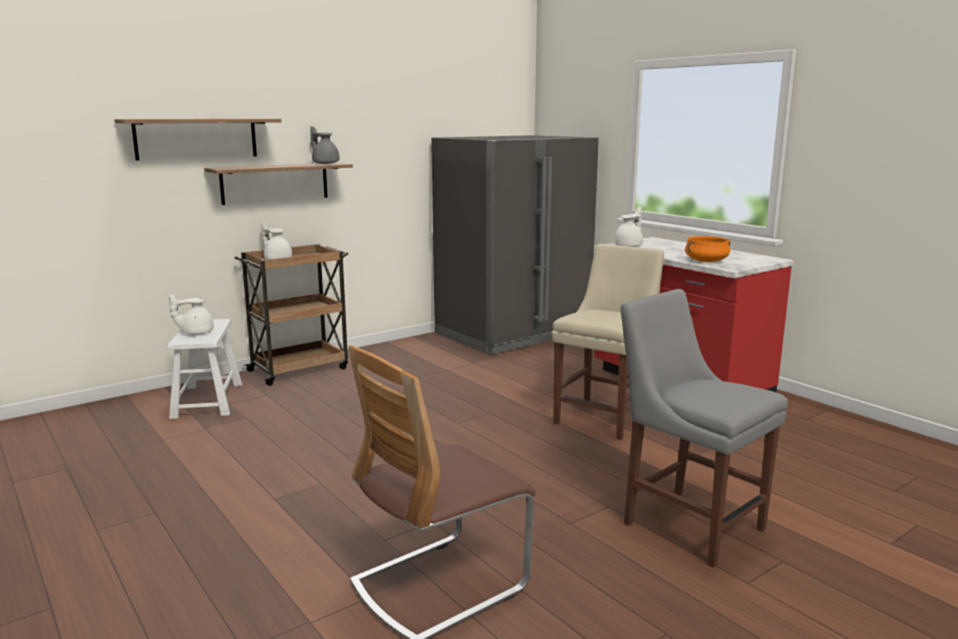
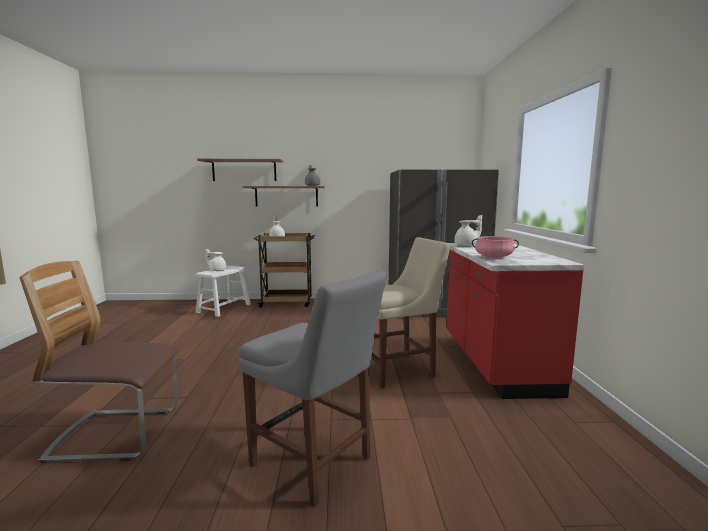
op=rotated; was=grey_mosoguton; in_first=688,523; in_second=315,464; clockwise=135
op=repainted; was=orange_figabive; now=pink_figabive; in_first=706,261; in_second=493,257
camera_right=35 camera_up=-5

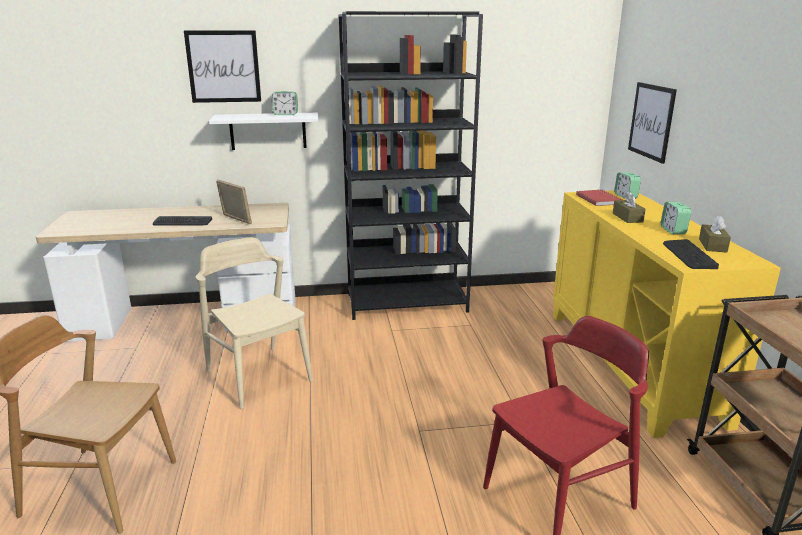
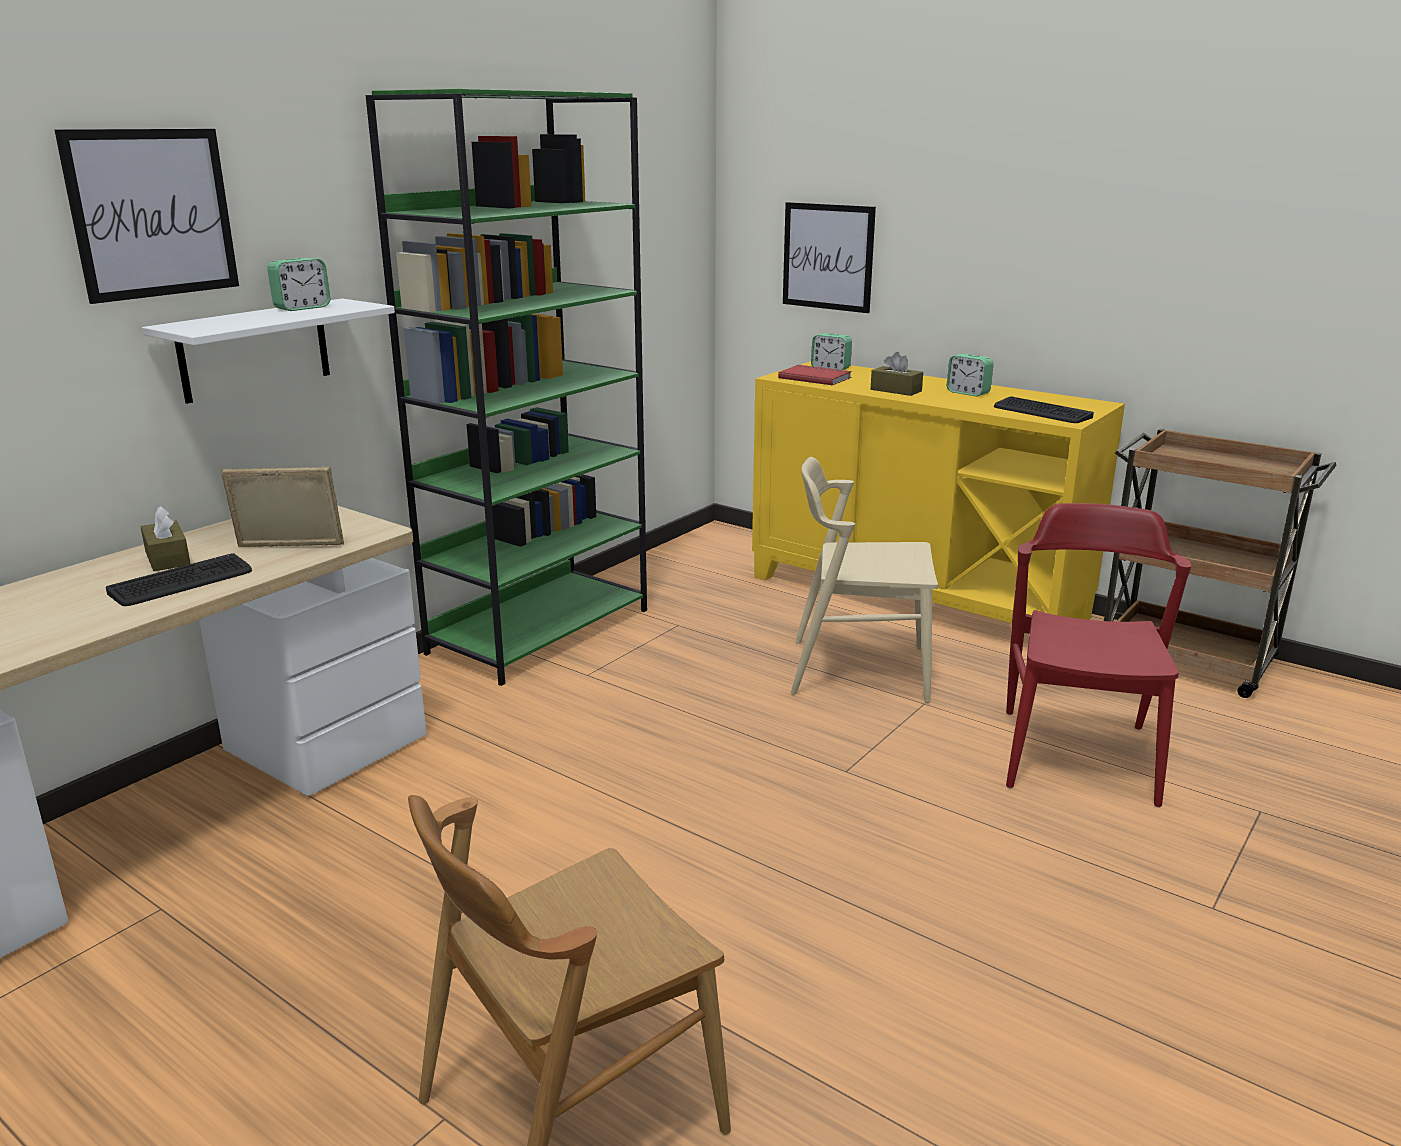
op=shifted; was=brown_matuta; in_first=712,245; in_second=167,558
op=repainted; was=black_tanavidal; now=green_tanavidal; in_first=407,303; in_second=540,631
op=shifted; was=beige_mosoguton; in_first=259,376; in_second=858,670
camera_right=-45 camera_up=0

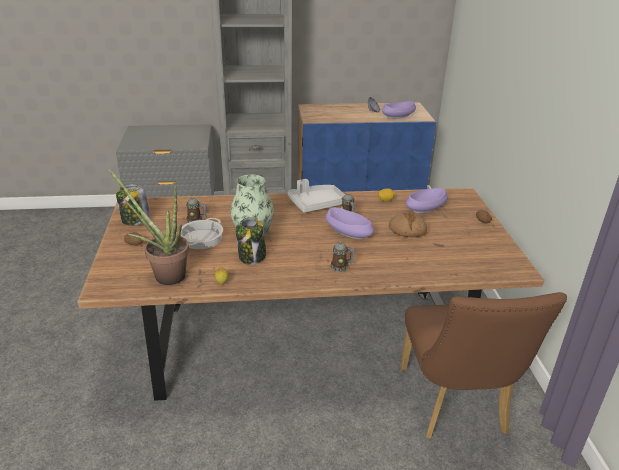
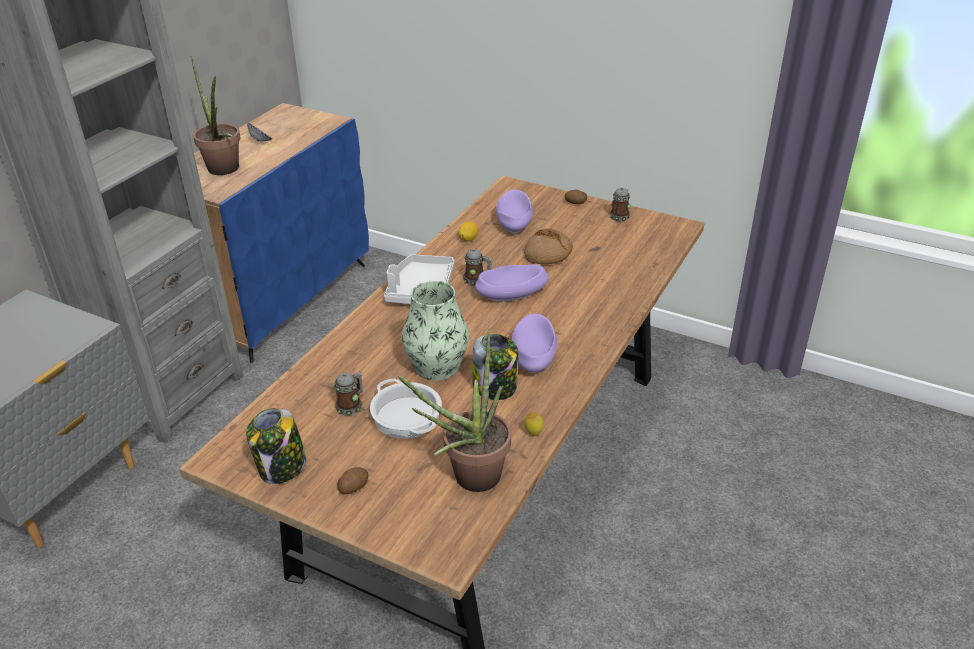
op=new; now=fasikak; in_second=225,171
op=shifted; was=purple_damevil; in_first=398,116; in_second=534,356
op=shifted; was=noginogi; in_first=341,267; in_second=620,215
op=gone; was=brown_mosoguton; in_first=455,406
camera_right=-55 camera_up=5

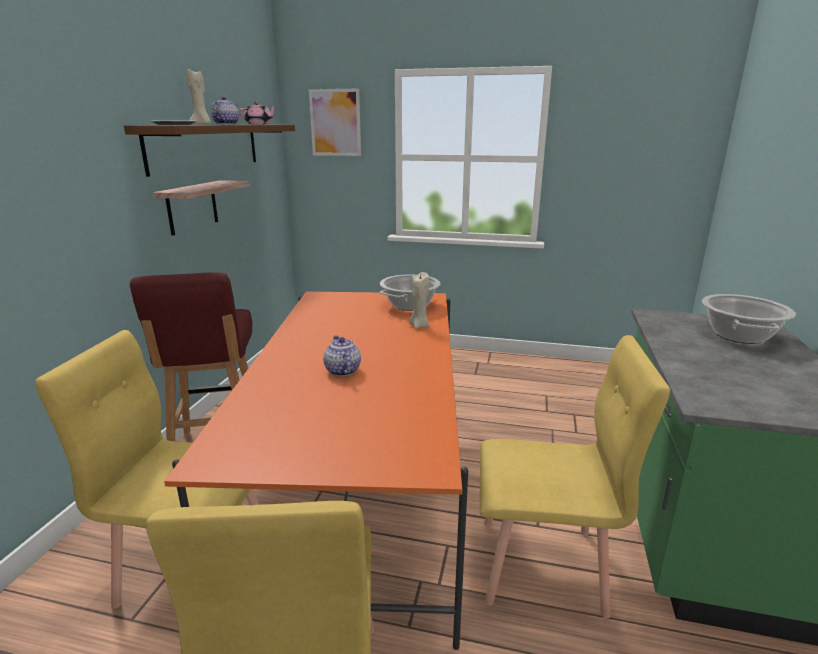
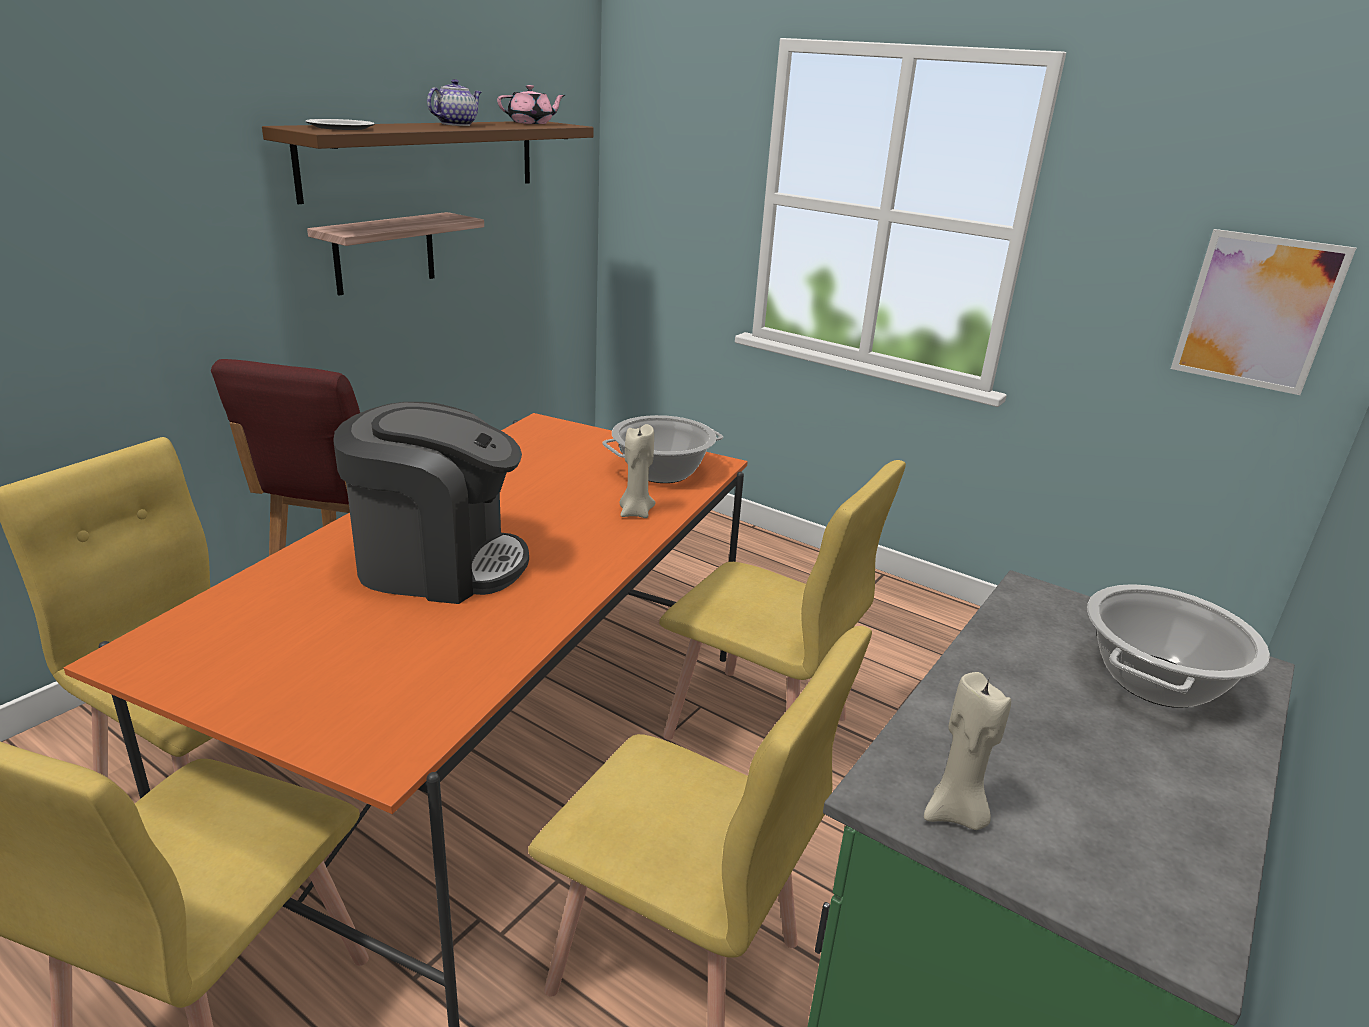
op=swapped; was=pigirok; now=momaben; in_first=342,370; in_second=438,563
op=new; now=yellow_mosoguton; in_second=757,728
op=shifted; was=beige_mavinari; in_first=202,124; in_second=956,814
op=shifted; was=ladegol; in_first=335,123; in_second=1257,311
camera_right=20 camera_up=5

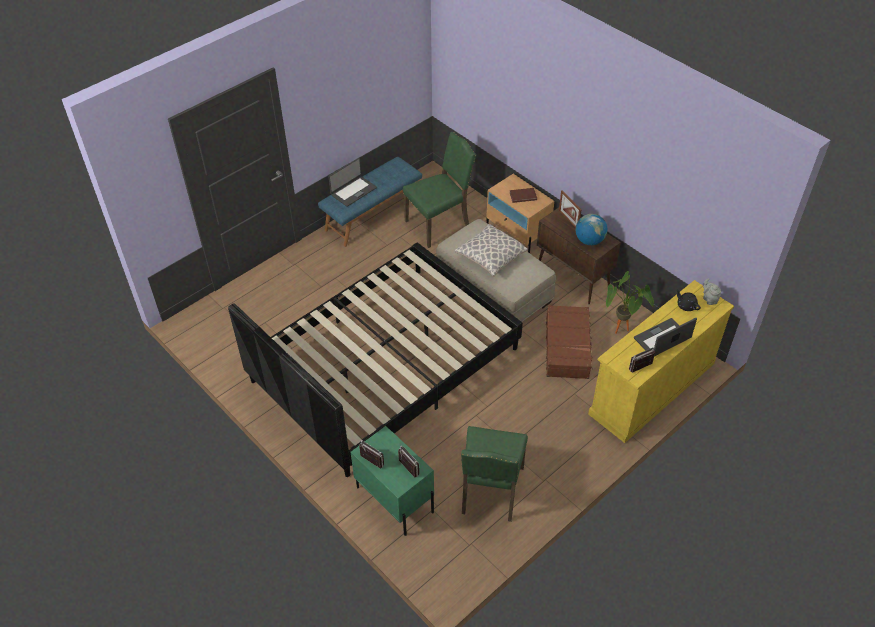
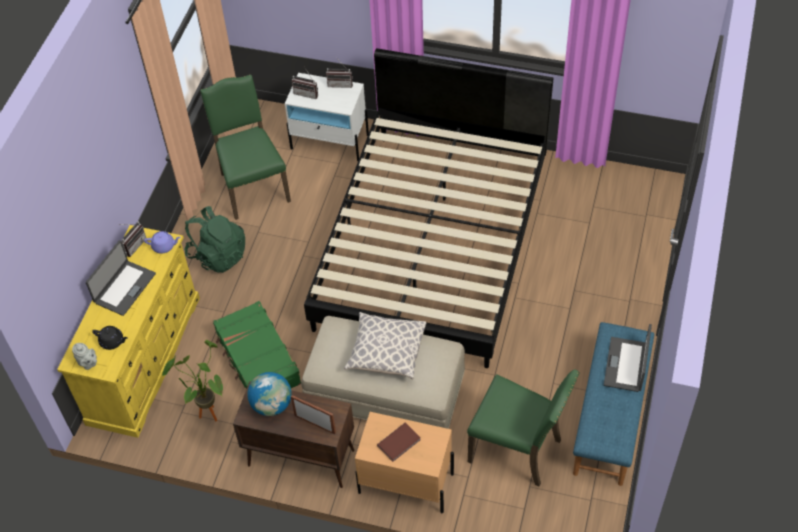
op=new; now=purple_pigirok; in_second=164,246
op=new; now=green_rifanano; in_second=218,255
op=repainted; was=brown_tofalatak; now=green_tofalatak; in_first=567,347; in_second=257,360
op=repainted; was=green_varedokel; now=white_varedokel; in_first=394,499; in_second=330,142
op=rotated; was=green_mosoguton; in_first=439,224; in_second=517,449; clockwise=-90
camera_right=150 camera_up=5

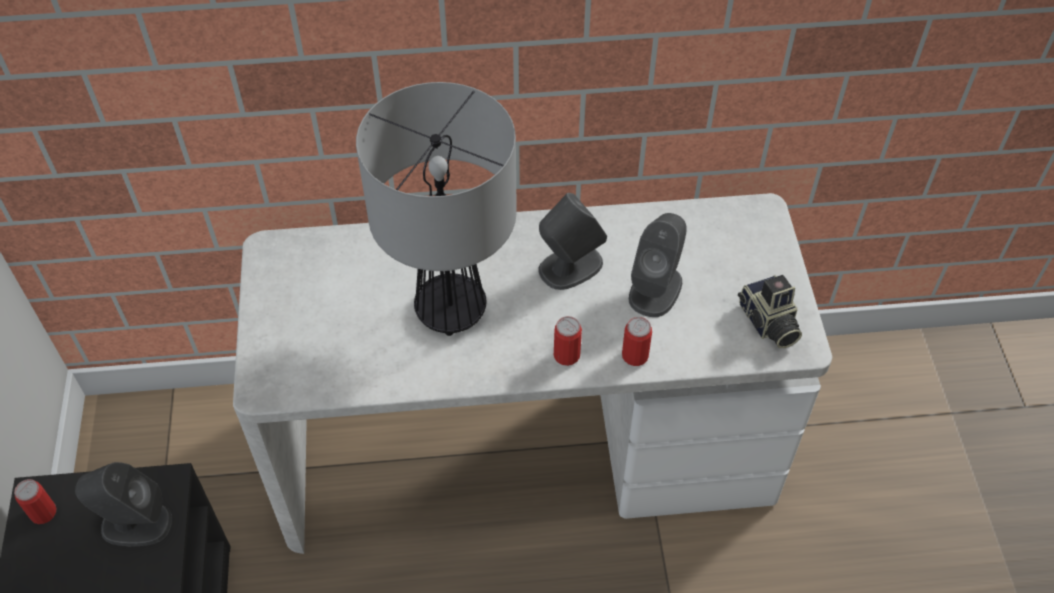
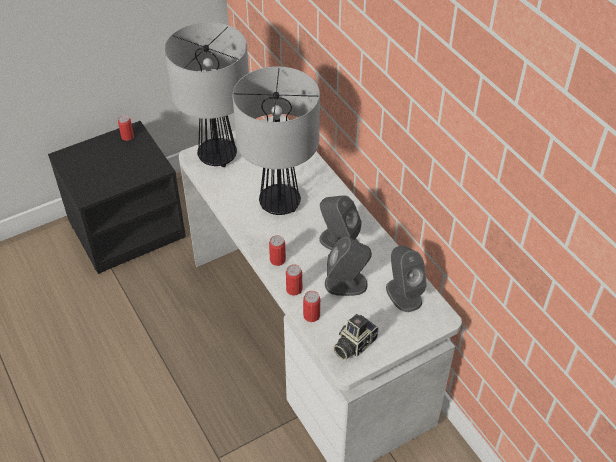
op=new; now=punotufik; in_second=217,156
op=new; now=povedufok; in_second=311,315
op=shifted; was=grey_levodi; in_first=135,523; in_second=403,294
camera_right=65 camera_up=-5

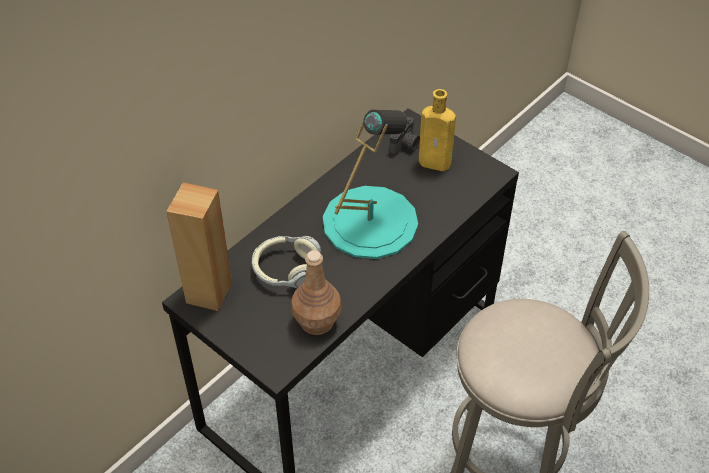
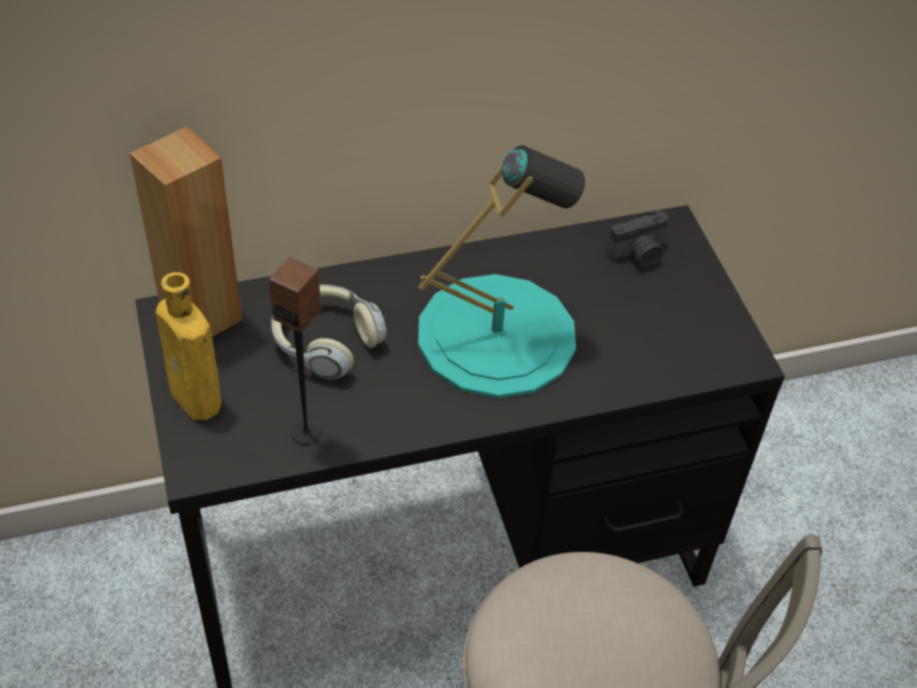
op=shifted; was=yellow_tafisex; in_first=437,163; in_second=198,401
op=swapped; was=brown_tafisex; now=levodi; in_first=317,321; in_second=306,432
camera_right=30 camera_up=0

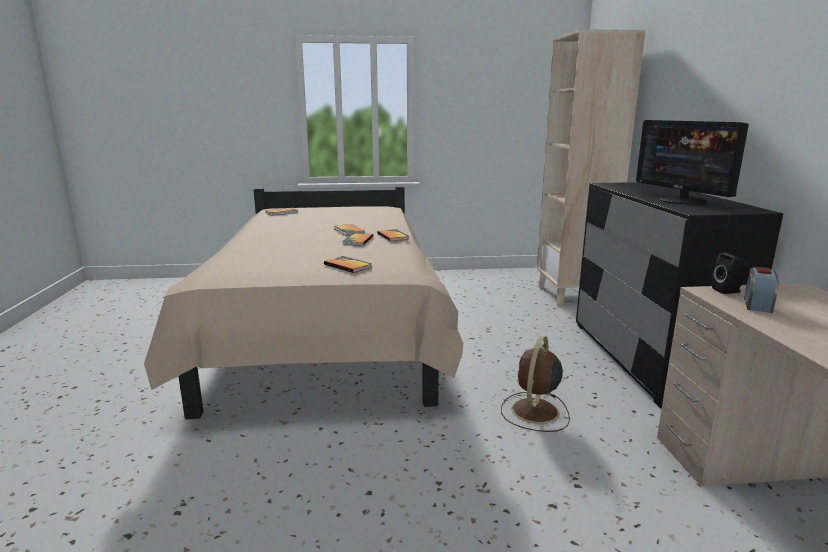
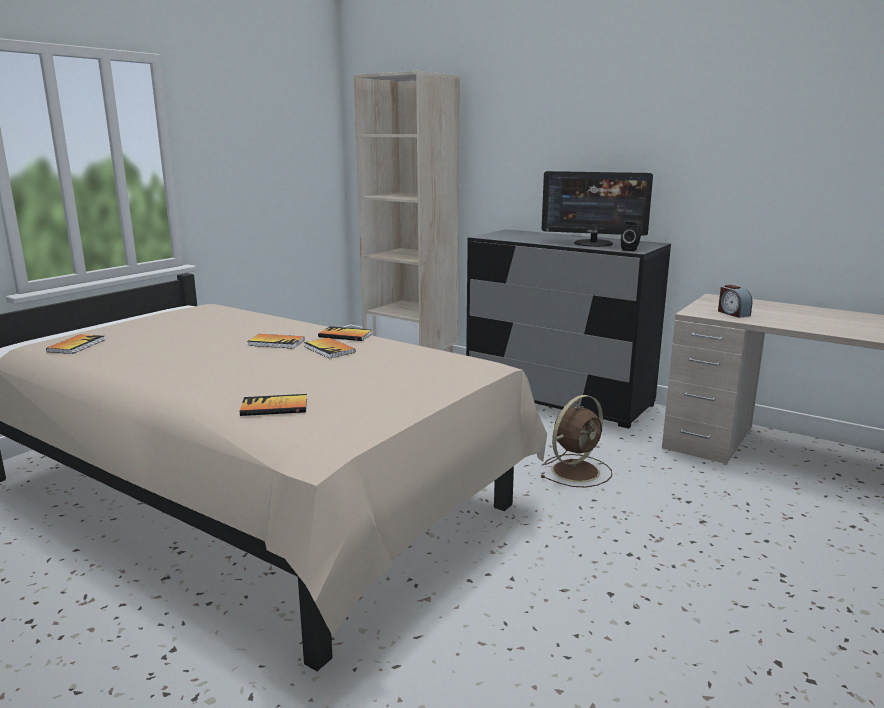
op=shifted; was=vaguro; in_first=347,266; in_second=274,407
op=rotated; was=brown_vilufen; in_first=534,412; in_second=577,470; clockwise=-105
op=shifted; was=black_levodi; in_first=728,291; in_second=631,249
camera_right=-50 camera_up=0

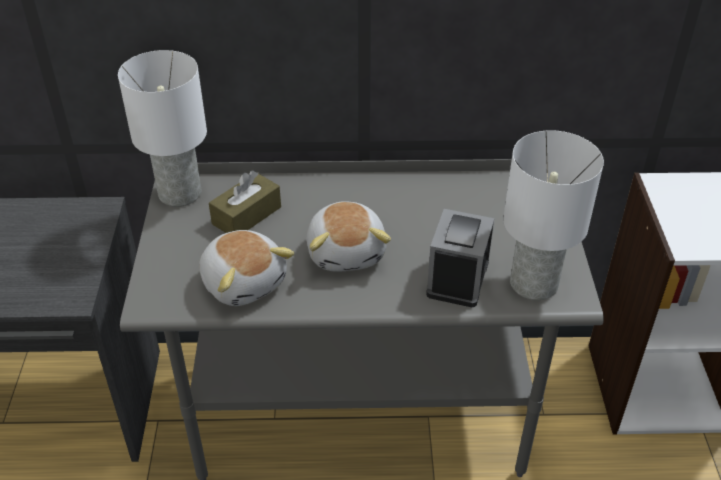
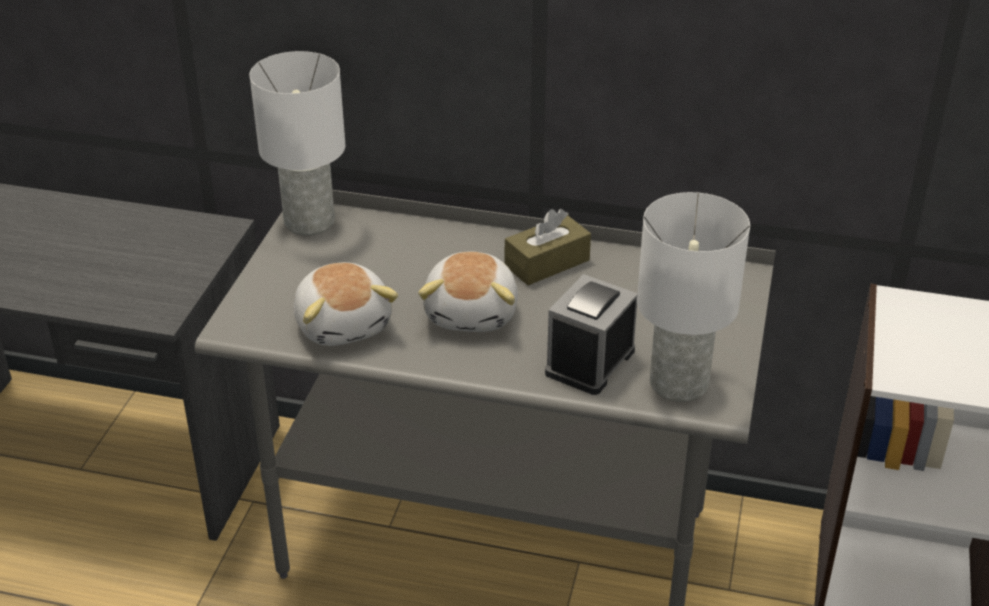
op=shifted; was=brown_matuta; in_first=246,215; in_second=547,263
camera_right=15 camera_up=-5

